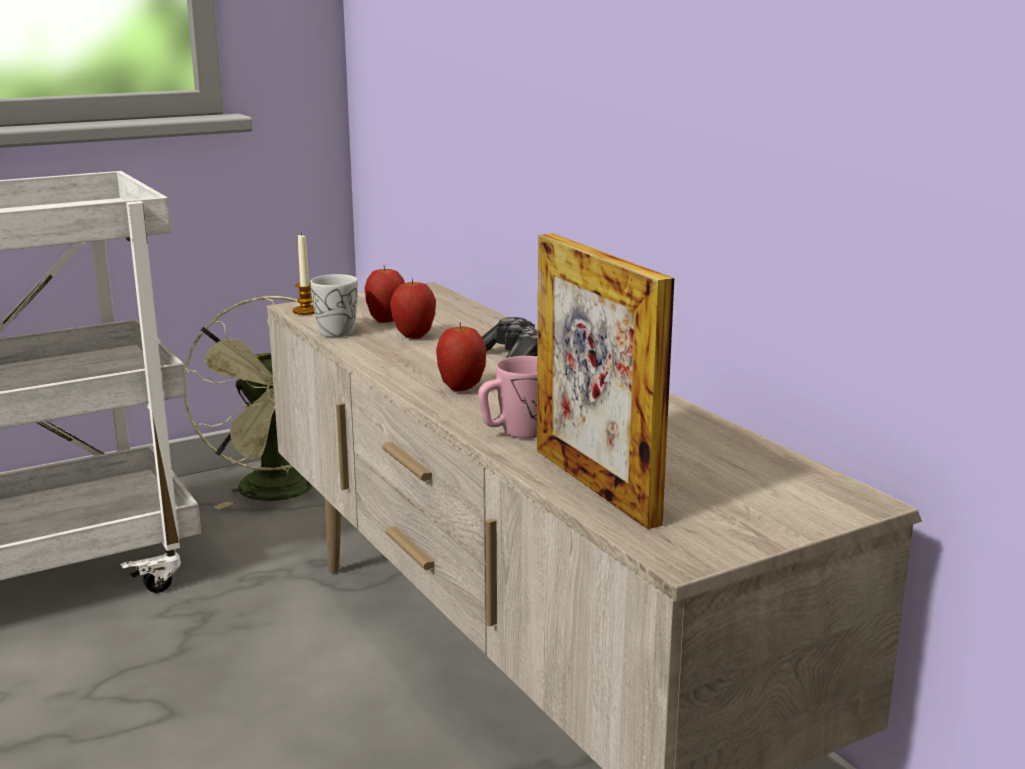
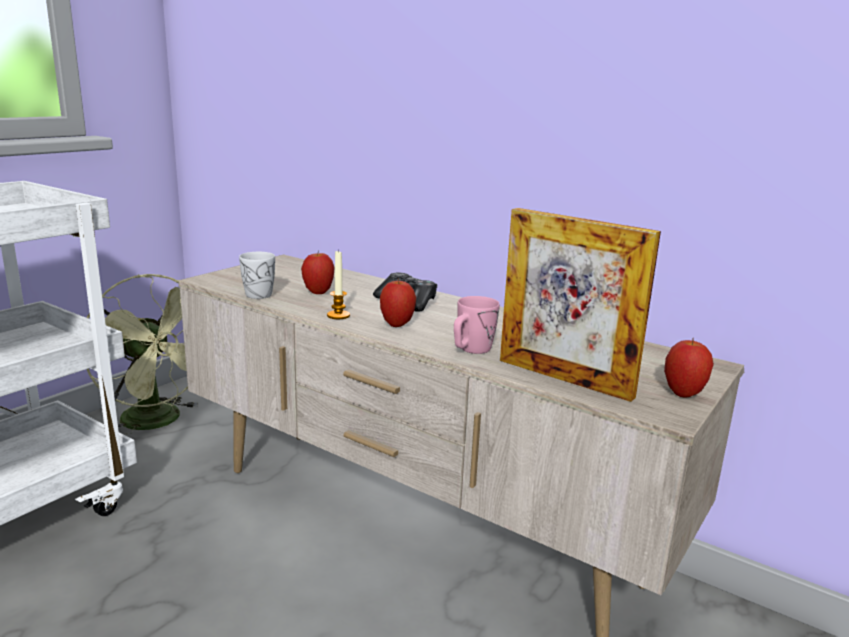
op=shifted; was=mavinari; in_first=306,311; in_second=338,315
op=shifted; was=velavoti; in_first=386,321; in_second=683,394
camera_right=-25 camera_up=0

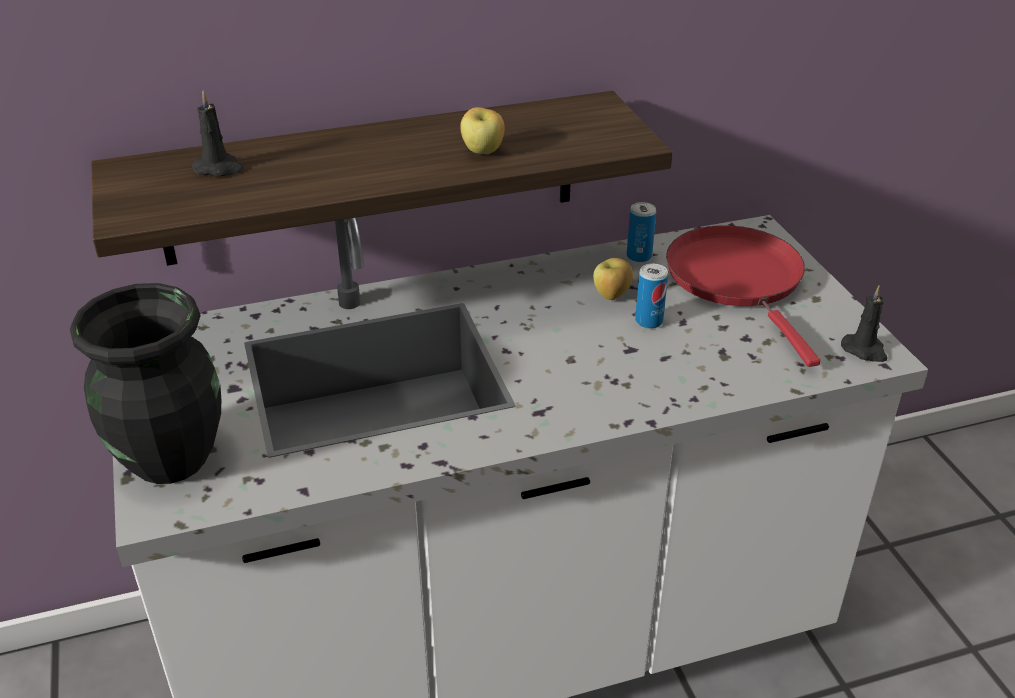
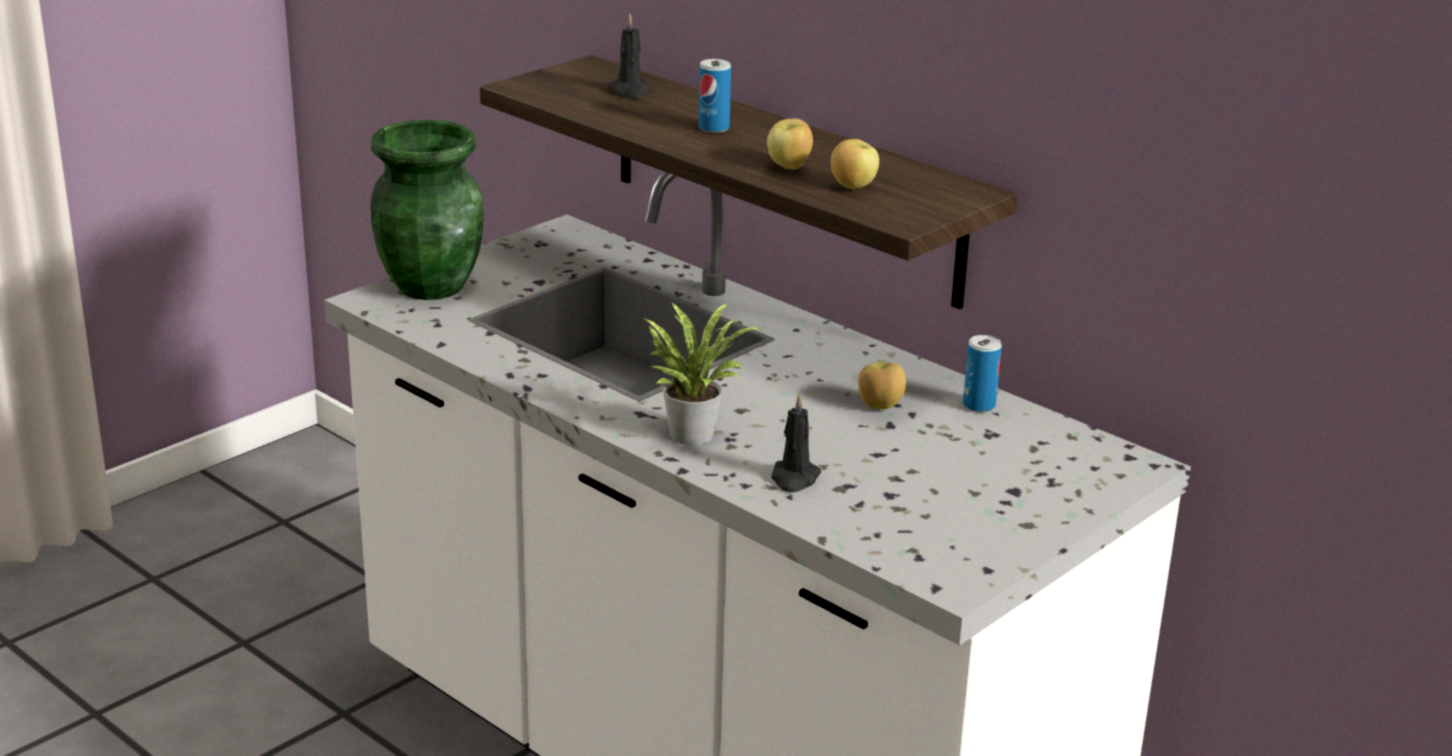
op=repainted; was=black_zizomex; now=green_zizomex; in_first=171,458; in_second=432,286
op=new; now=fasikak; in_second=691,431
op=shifted; was=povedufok; in_first=649,321; in_second=713,128
op=shifted; was=black_mavinari; in_first=864,350; in_second=794,478
op=new; now=velavoti; in_second=852,187
op=gone; was=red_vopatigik; in_first=738,280
camera_right=60 camera_up=-10

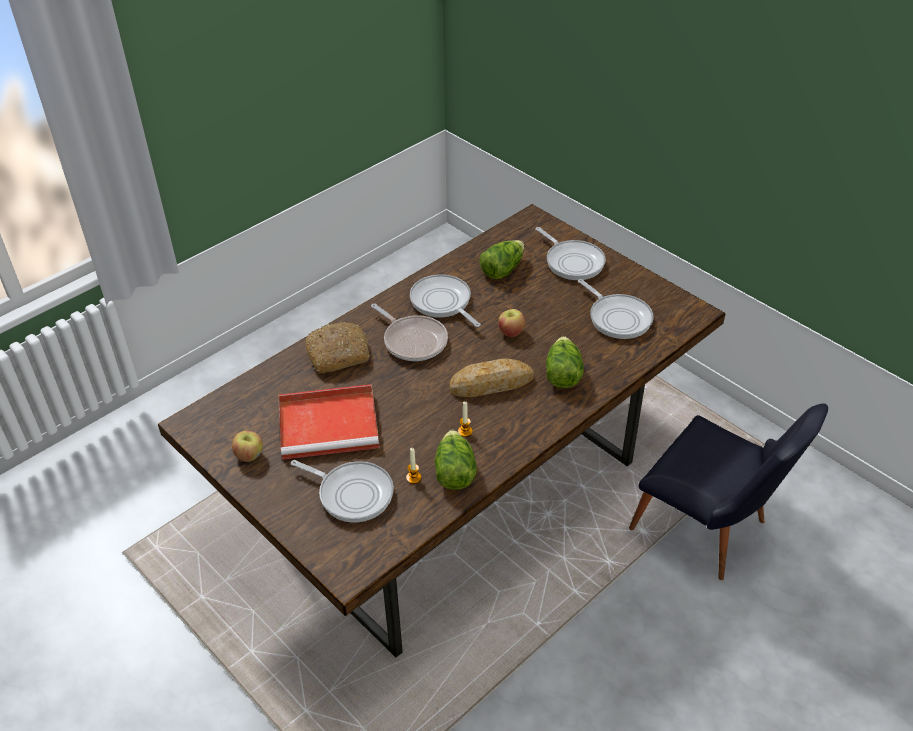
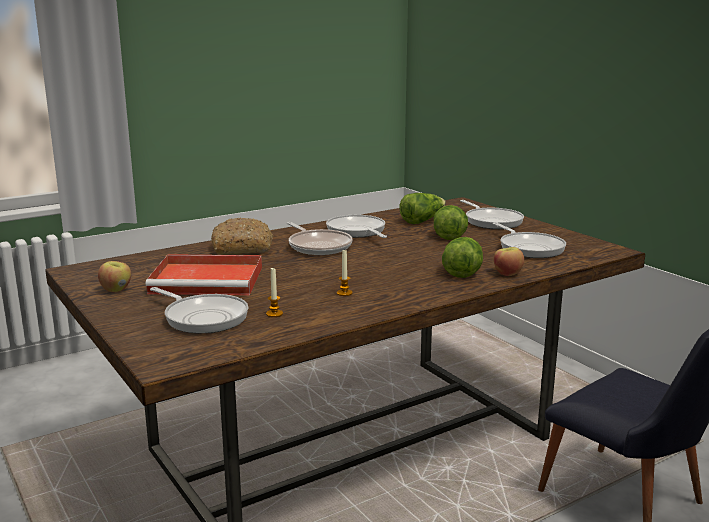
op=shifted; was=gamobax; in_first=454,471; in_second=449,235
op=shifted; was=velavoti; in_first=511,332; in_second=507,274
op=gone; was=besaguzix; in_first=491,383
camera_right=10 camera_up=-25

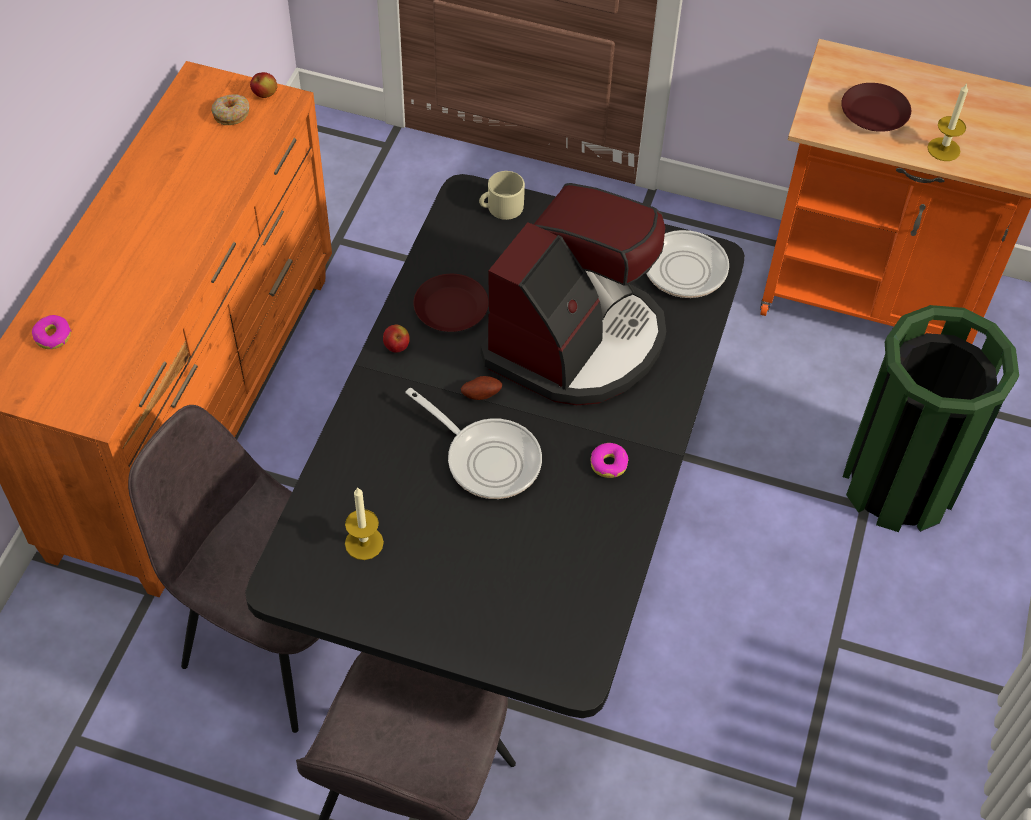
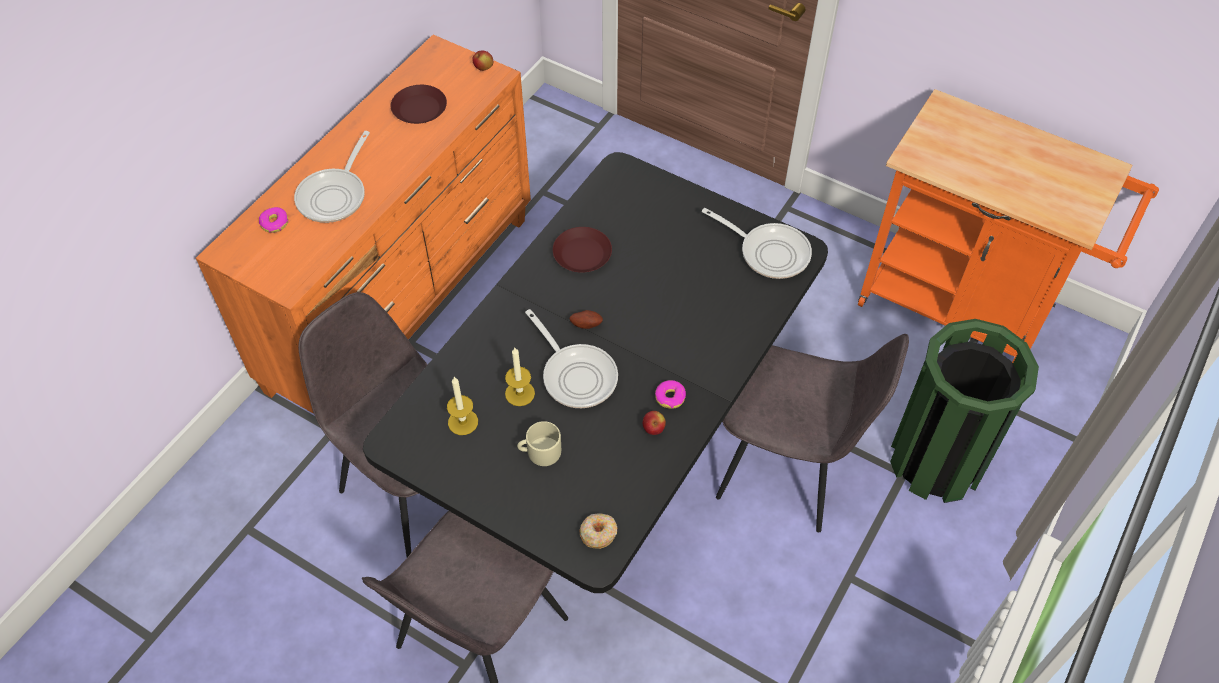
op=new; now=vopatigik; in_second=335,195
op=shifted; was=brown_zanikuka; in_first=873,113; in_second=419,109
op=shifted; was=mavinari; in_first=943,149; in_second=520,393
op=shifted; was=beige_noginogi; in_first=501,207; in_second=539,452
op=shifted; was=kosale; in_first=231,114; in_second=598,533
op=shifted; was=velavoti; in_first=396,347; in_second=653,429
op=new; now=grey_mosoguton; in_second=788,467
op=gone; was=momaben; in_first=577,341
camera_right=15 camera_up=0

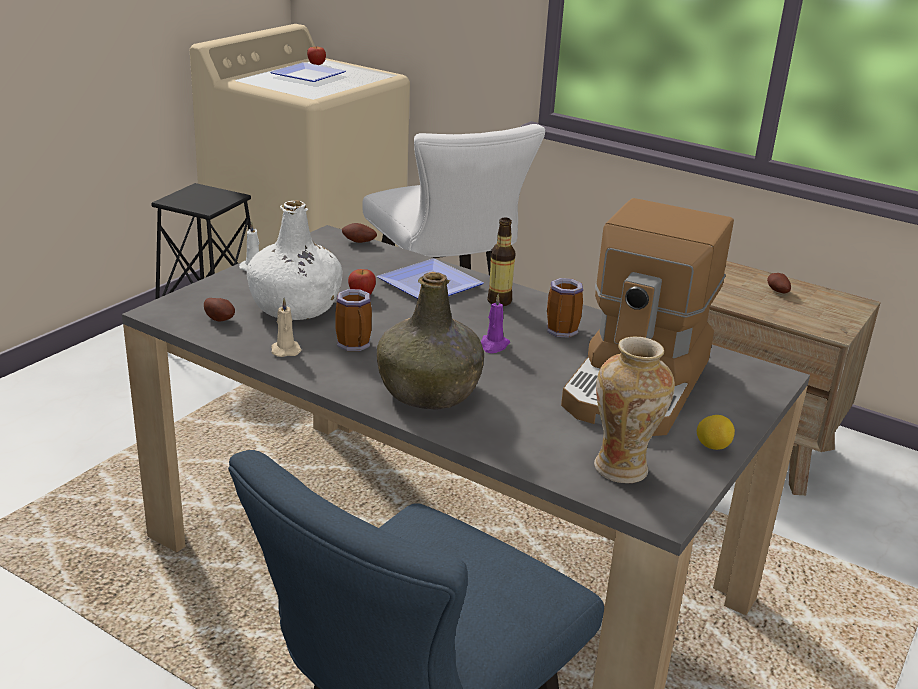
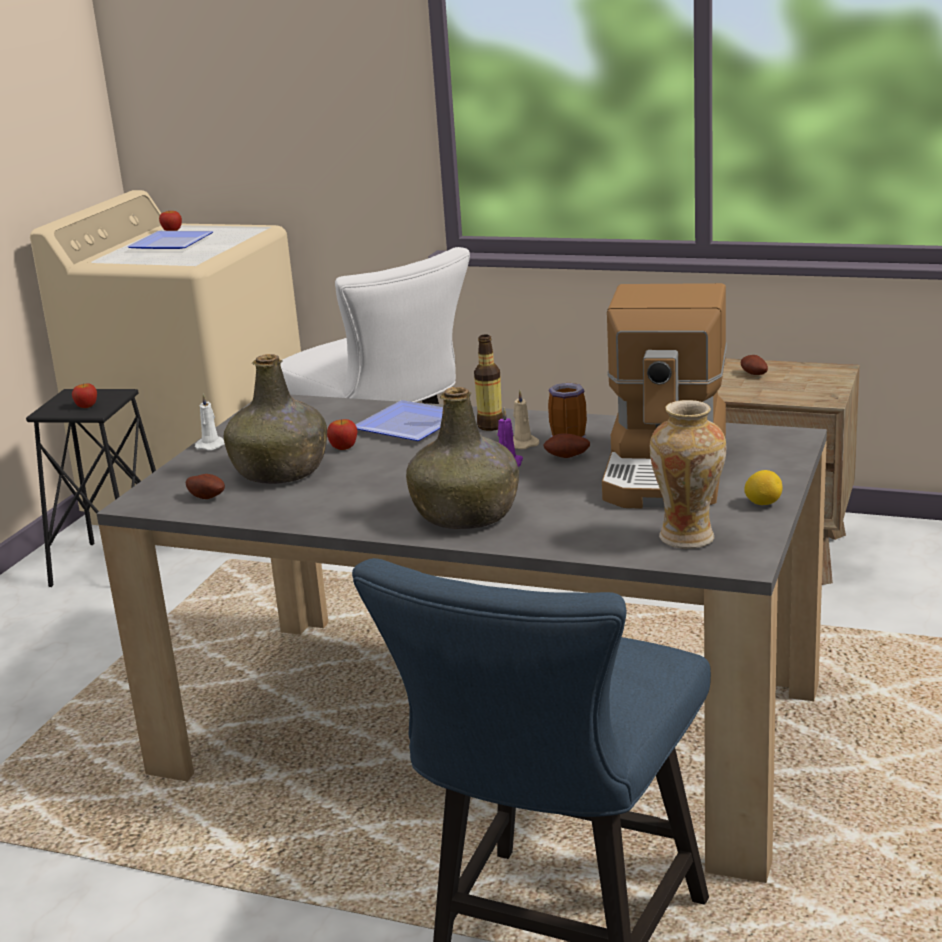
op=new; now=velavoti; in_second=87,406
op=repainted; was=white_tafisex; now=green_tafisex; in_first=296,307; in_second=281,471
op=shifted; was=beige_mavinari; in_first=285,350; in_second=522,444
op=shifted; was=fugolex; in_first=358,242; in_second=567,458
op=gone; was=noginogi; in_first=356,345
camera_right=-10 camera_up=-5

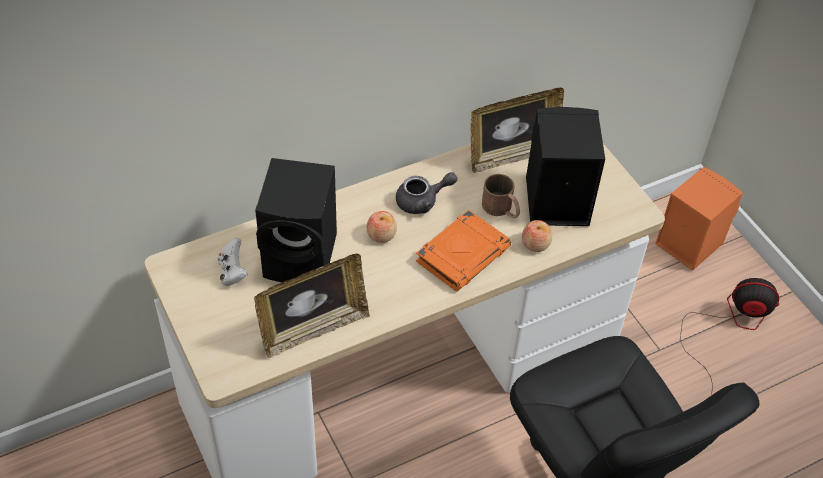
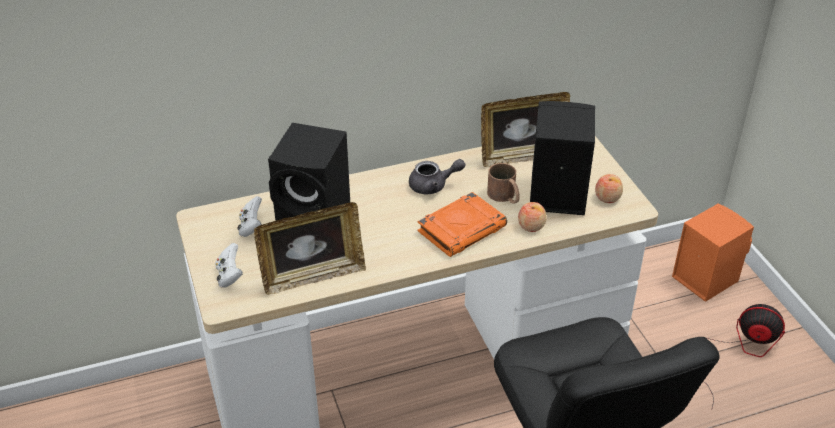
op=new; now=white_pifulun; in_second=229,276
op=shifted; was=velavoti; in_first=381,235; in_second=607,197
camera_right=10 camera_up=-10

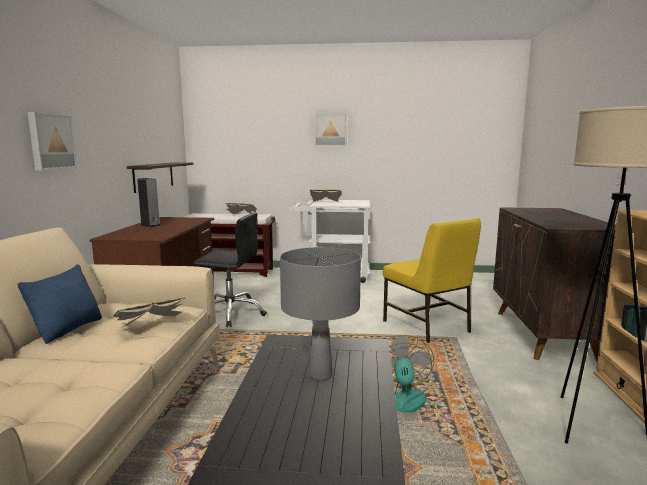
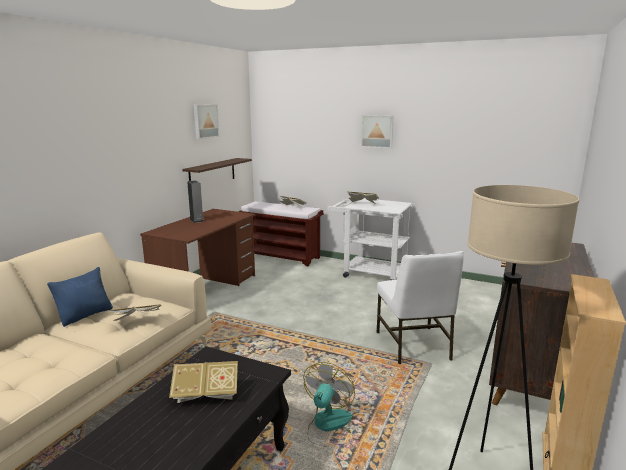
op=swapped; was=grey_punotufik; now=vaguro; in_first=320,375; in_second=206,394
op=shifted; was=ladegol; in_first=50,141; in_second=205,121
op=repainted; was=yellow_mosoguton; now=white_mosoguton; in_first=427,326; in_second=414,346
op=gone; was=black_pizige; in_first=231,313
camera_right=20 camera_up=5

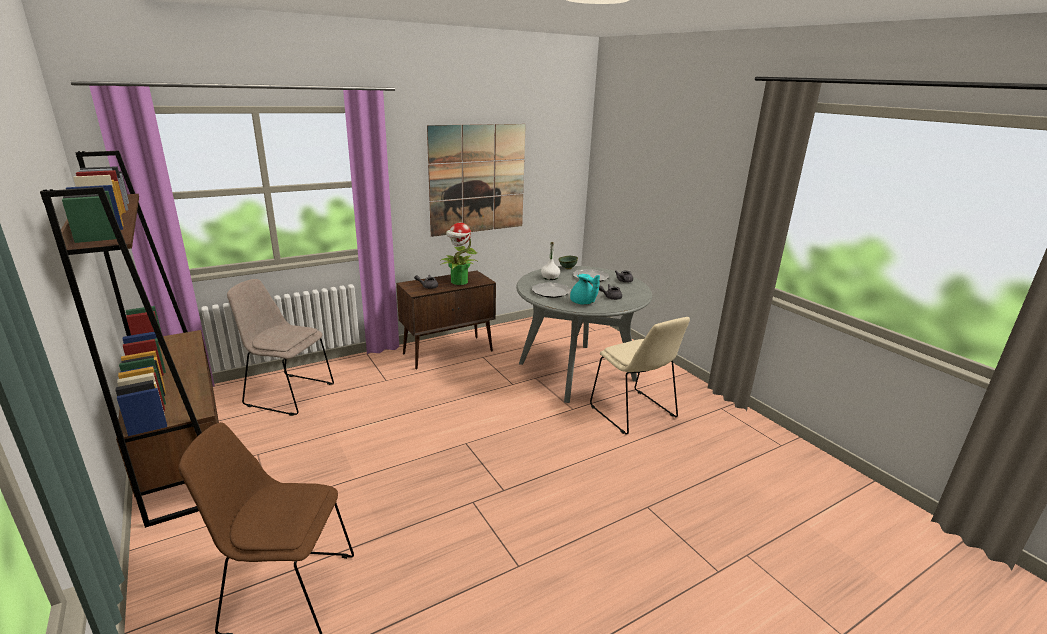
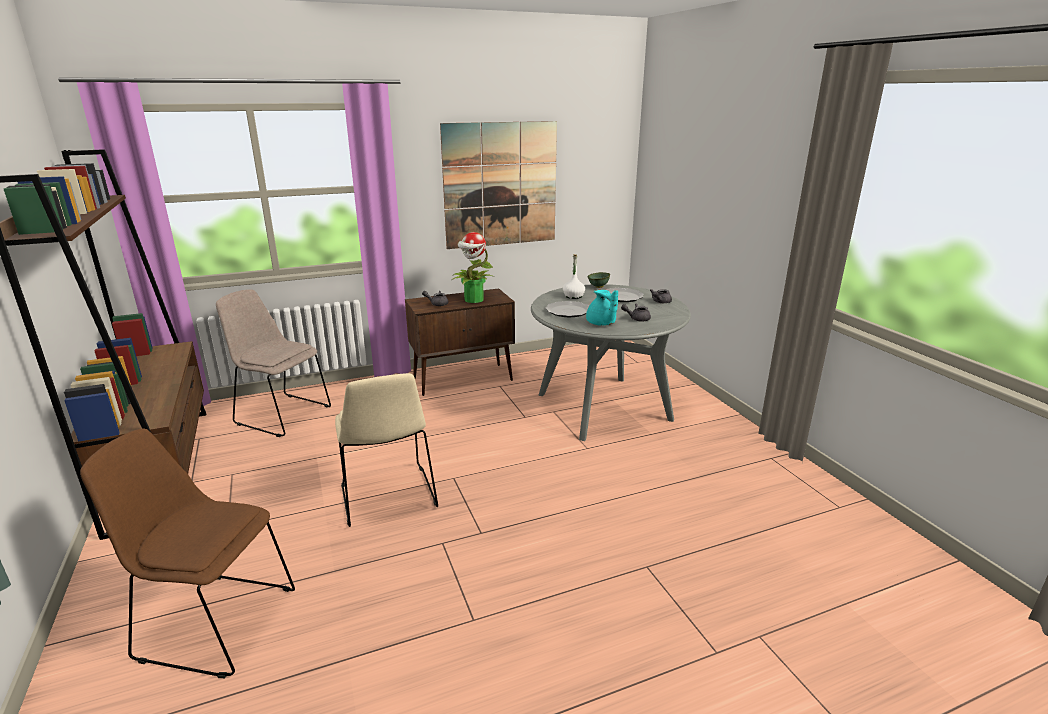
op=shifted; was=beige_mosoguton; in_first=634,413; in_second=388,497
camera_right=10 camera_up=0

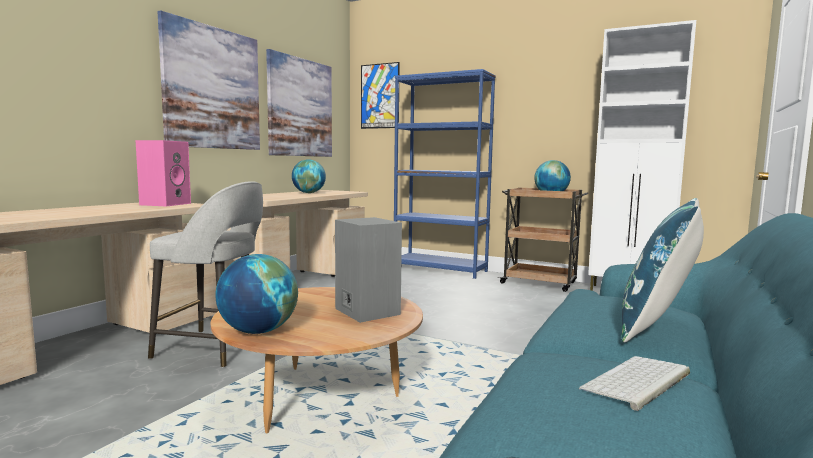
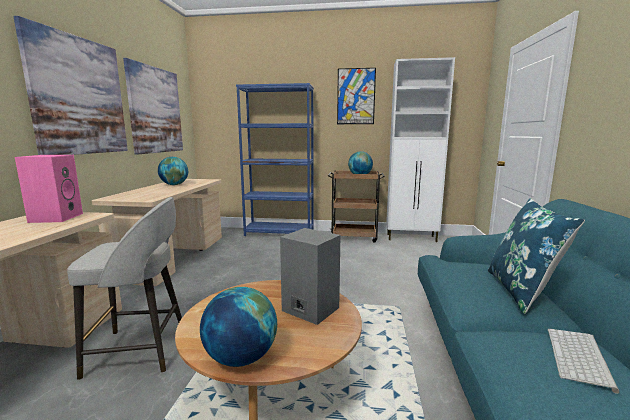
op=shifted; was=ladegol; in_first=380,96; in_second=356,96
camera_right=-20 camera_up=5

